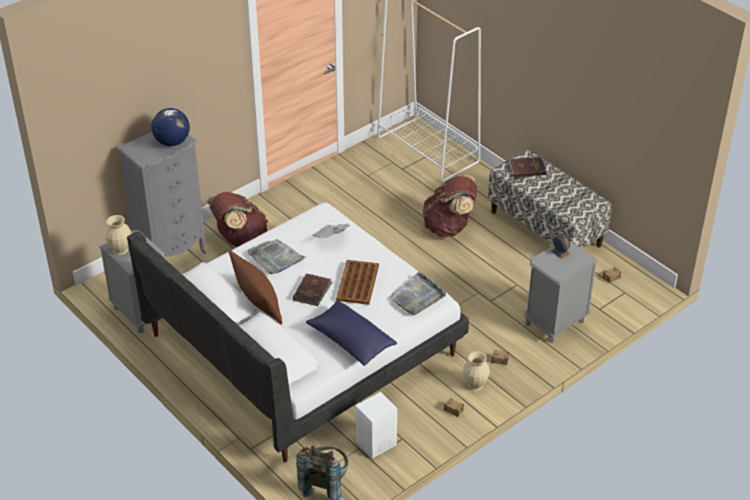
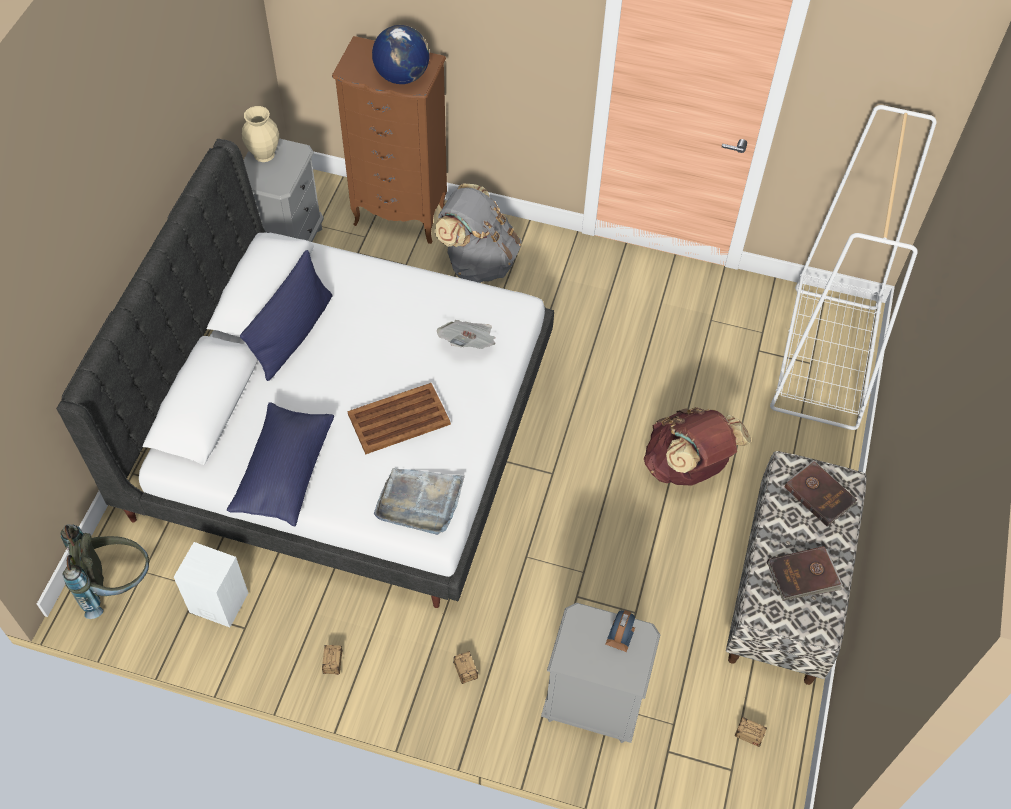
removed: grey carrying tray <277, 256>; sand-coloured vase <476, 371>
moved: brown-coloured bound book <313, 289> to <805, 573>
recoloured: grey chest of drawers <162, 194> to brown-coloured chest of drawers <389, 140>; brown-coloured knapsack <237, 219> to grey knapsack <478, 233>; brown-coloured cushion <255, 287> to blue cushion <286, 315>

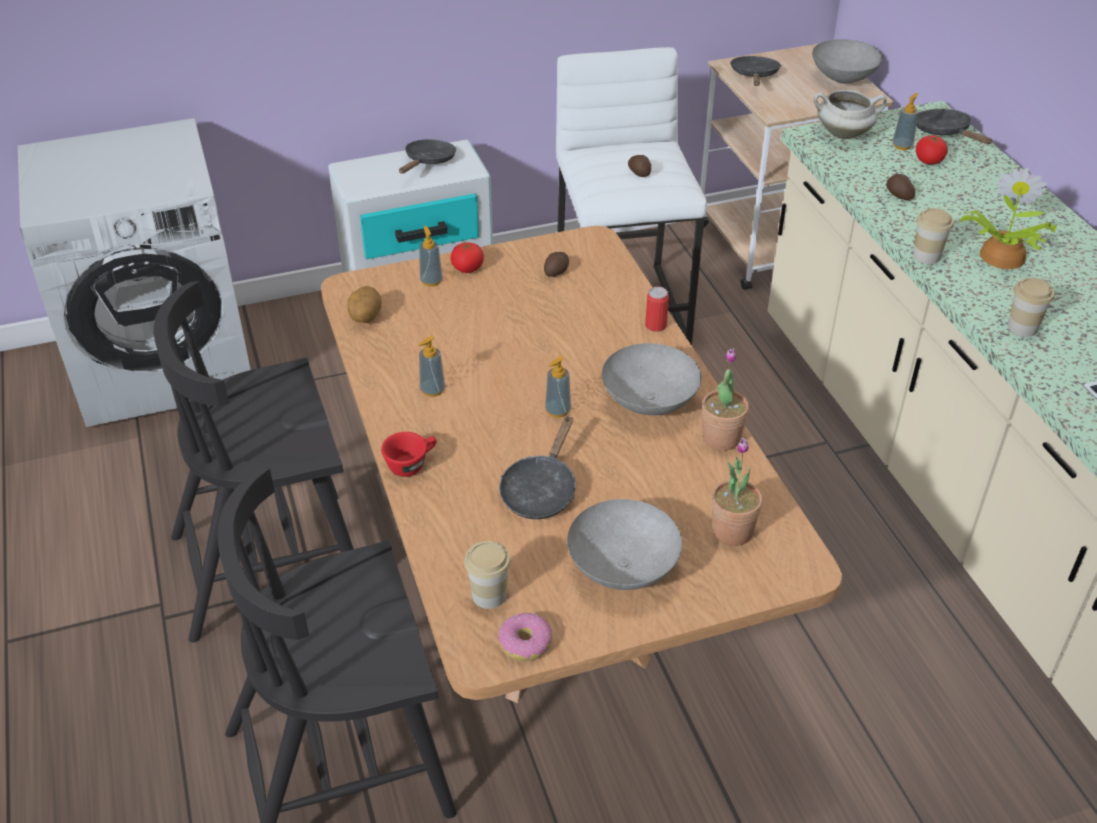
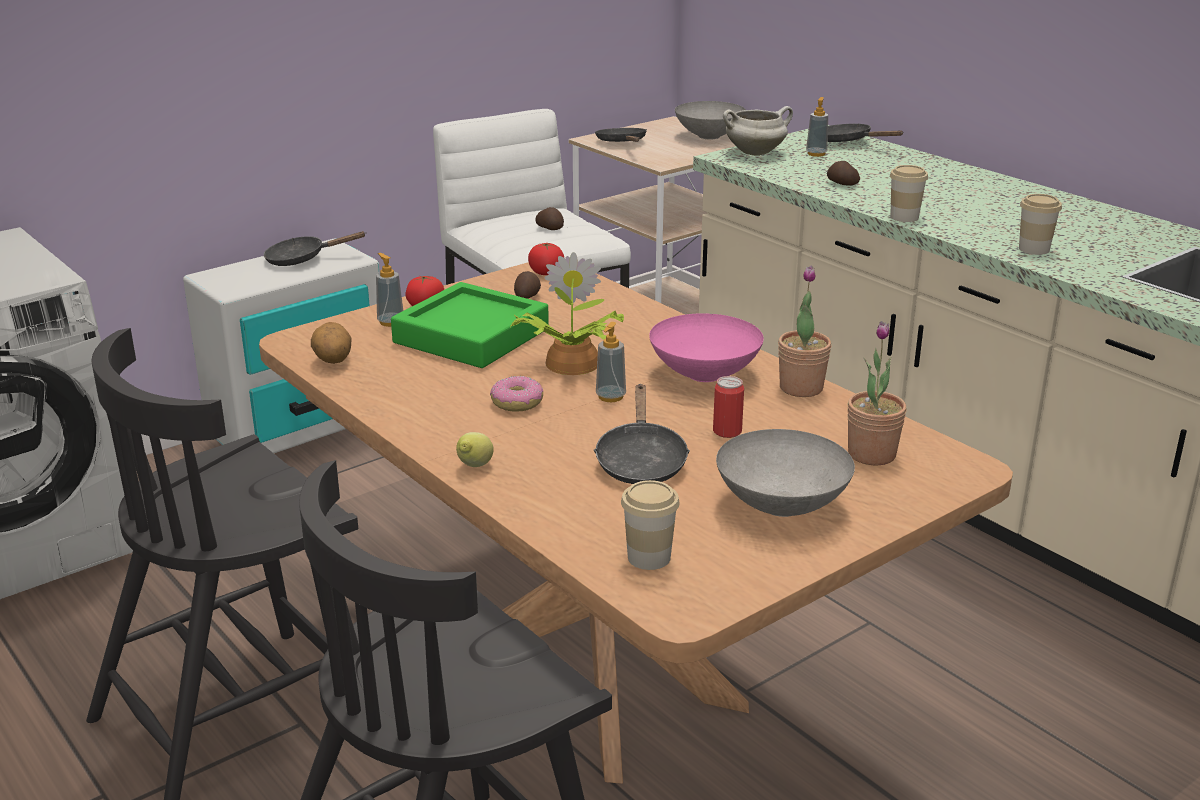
removed: soap bottle <431, 366>
added: green carrying tray <470, 325>
moved: ring doughnut <525, 637> to <516, 394>; metal can <657, 309> to <728, 407>; tomato <932, 150> to <546, 259>; potted plant <1008, 218> to <567, 313>
replaced: red-coloured drinking cup <409, 454> to whole lemon <475, 449>
recoloured: grey serving bowl <652, 379> to pink serving bowl <706, 347>
turned: black-coloured pan <427, 156> = <315, 248> 105 degrees counterclockwise

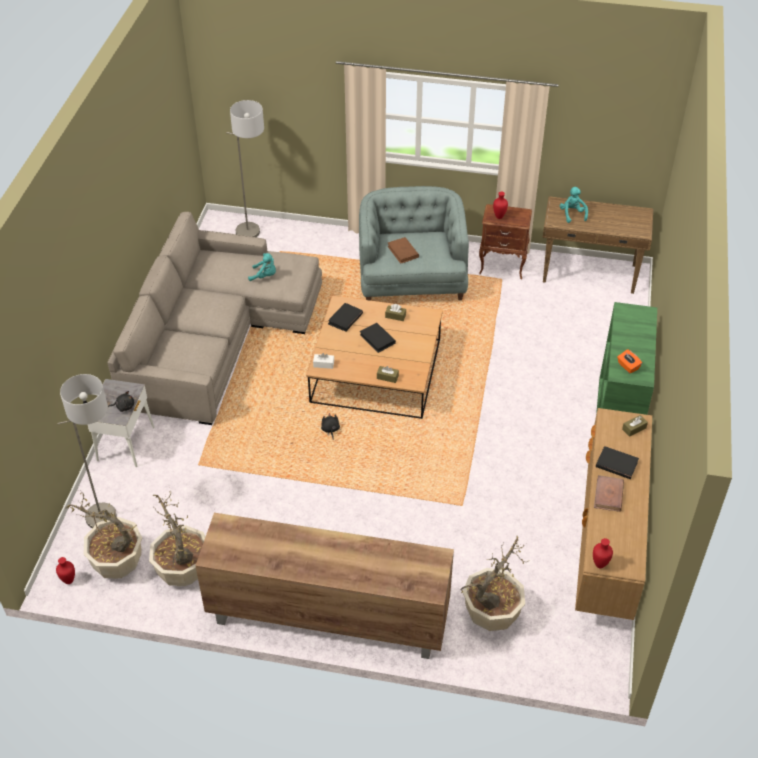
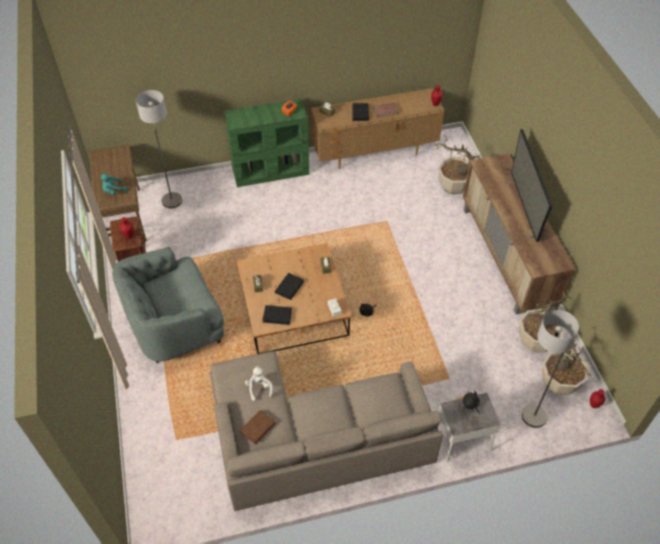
added: TV set <529, 185>
moved: grey floor lamp <245, 168> to <159, 149>; brown-coloured bound book <403, 250> to <258, 427>
recoloured: blue-green cuddly toy <262, 267> to whitish cuddly toy <259, 383>

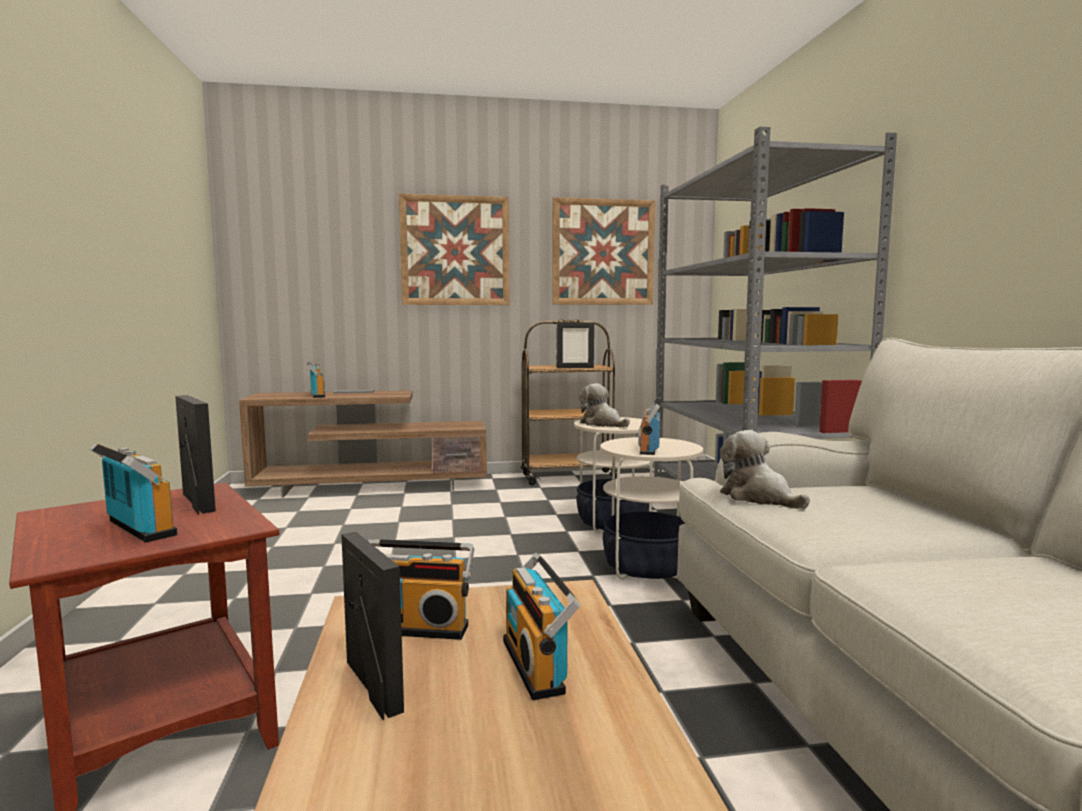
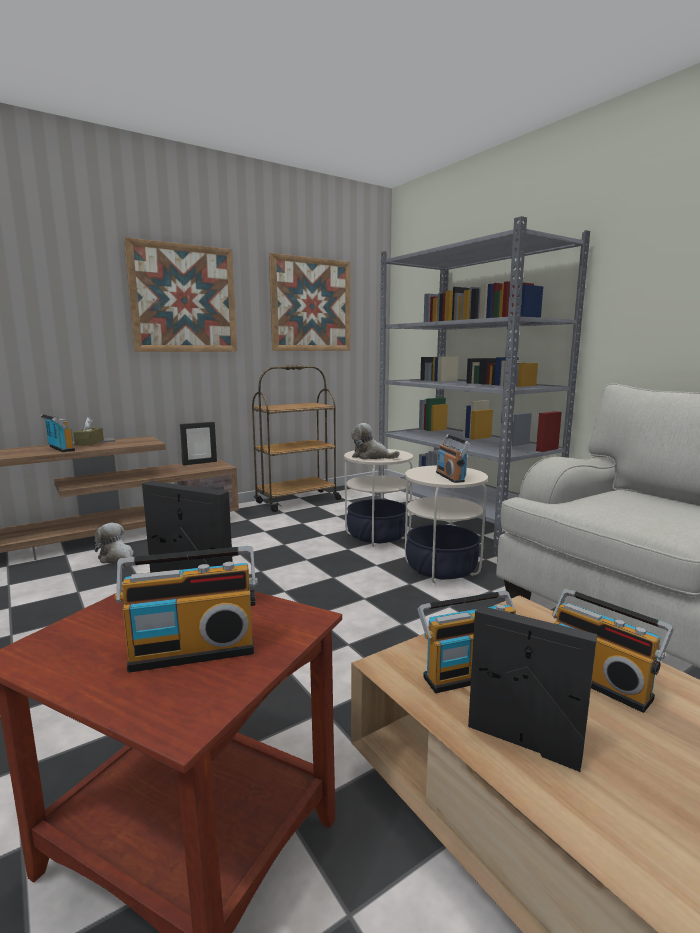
added: brown-coloured tissue box <88, 431>
moved: photo frame <575, 345> to <198, 443>; cuddly toy <765, 469> to <113, 543>
turned: radio receiver <133, 493> = <186, 609> 150 degrees clockwise

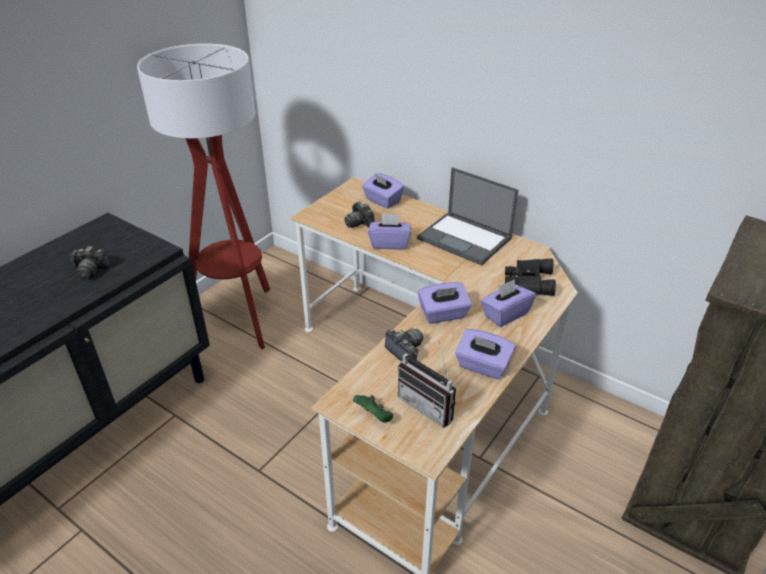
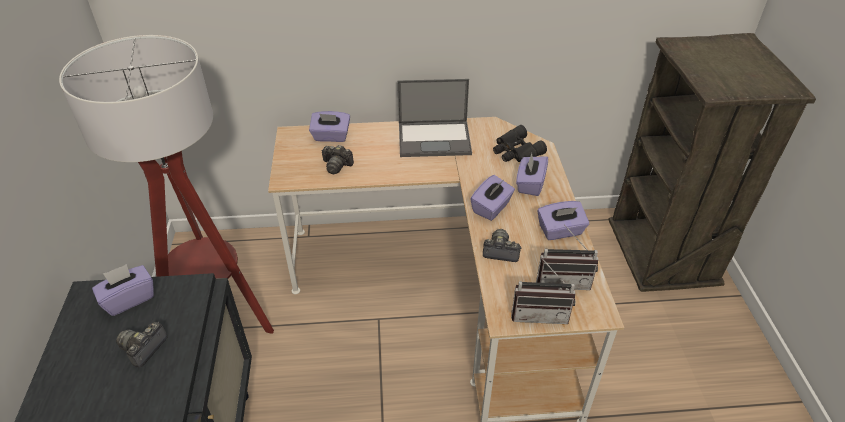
moved: purplish tissue box <389, 231> to <123, 290>
replaced: green joypad <373, 409> to radio receiver <543, 290>
turned: still camera <90, 262> = <142, 344> 150 degrees clockwise

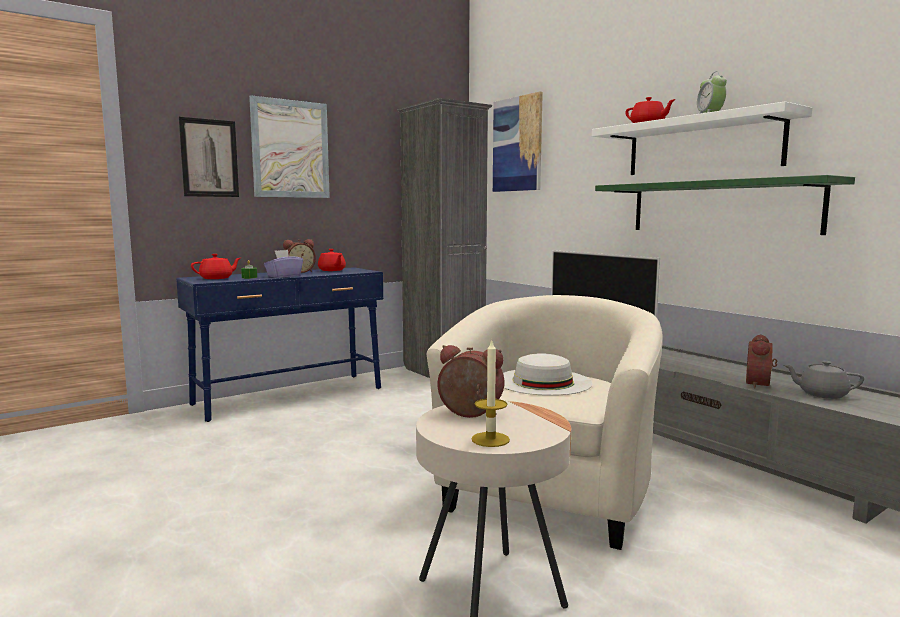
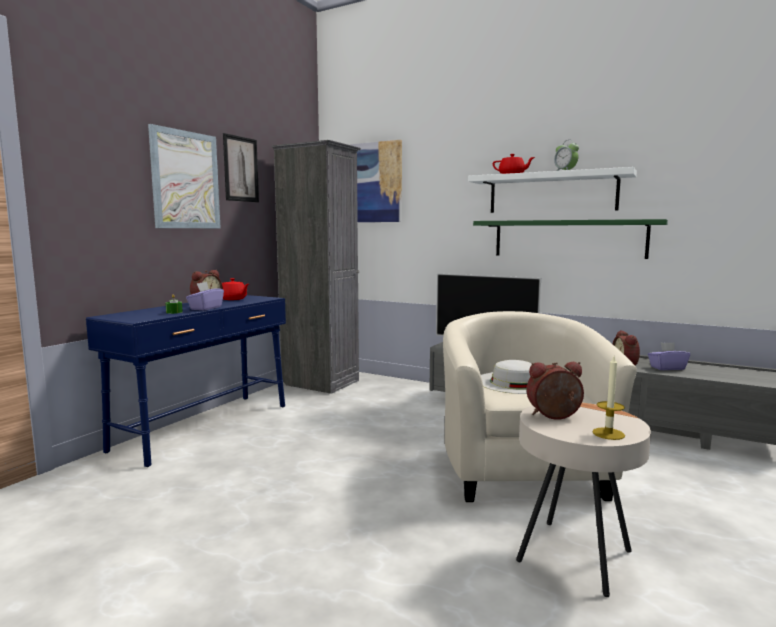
removed: red-coloured tea pot <216, 266>
moved: wall art <209, 157> to <241, 167>
replaced: grey tea pot <824, 380> to purplish tissue box <669, 356>

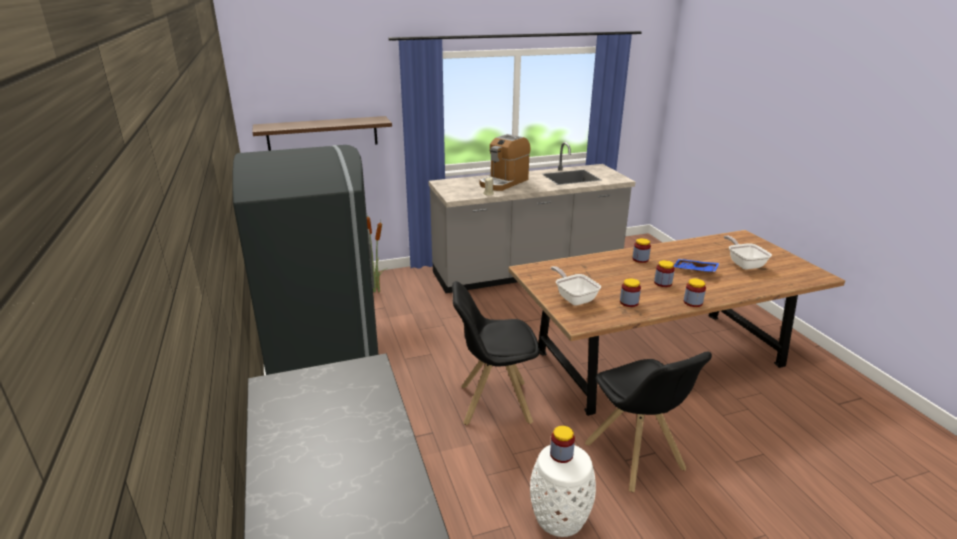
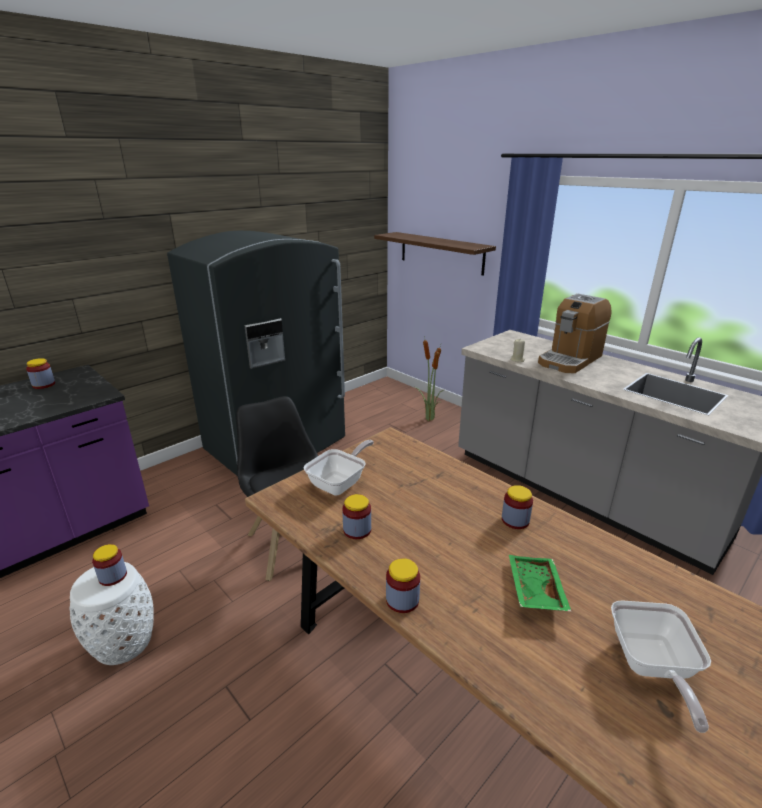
removed: black-coloured chair <648, 422>
moved: preserve jar <664, 273> to <40, 373>
recoloured: blue carrying tray <697, 265> to green carrying tray <540, 583>
turned: coffee maker <505, 162> = <574, 333> 60 degrees counterclockwise; pan <748, 252> = <661, 667> 135 degrees clockwise

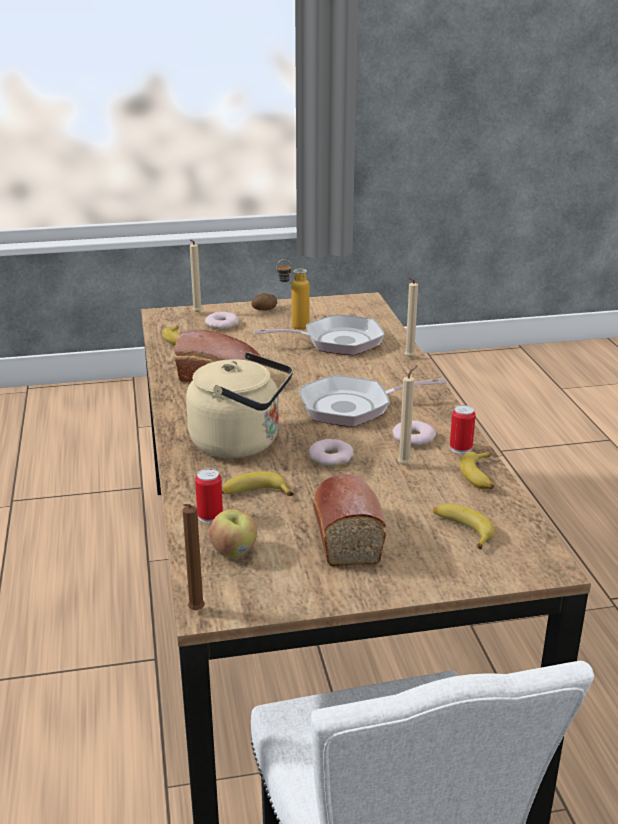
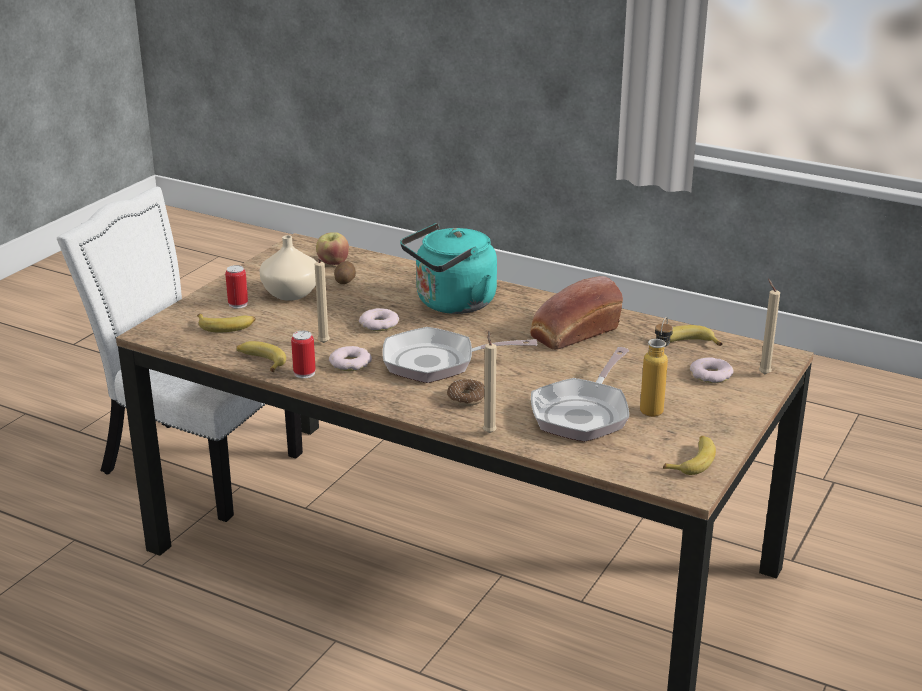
removed: brown-coloured wax light <194, 557>
added: ring doughnut <466, 392>
moved: metal can <209, 495> to <236, 286>; banana <258, 484> to <689, 455>; spud <264, 302> to <345, 272>
replaced: baked bread <349, 520> to sand-coloured vase <287, 268>
recoloured: sand-coloured kettle <239, 405> to blue-green kettle <448, 268>
turned: pan <373, 401> = <459, 355> 120 degrees counterclockwise

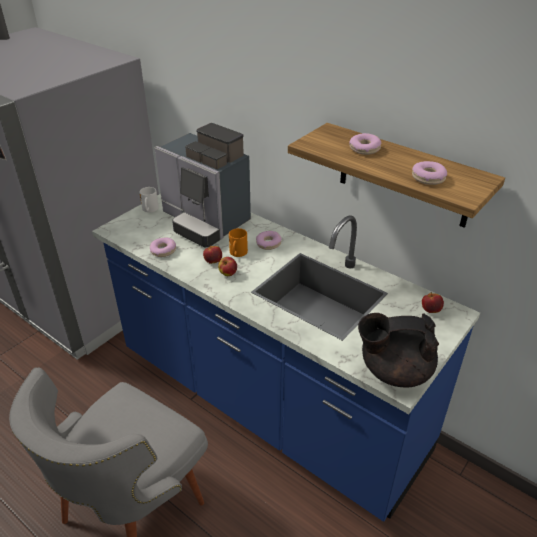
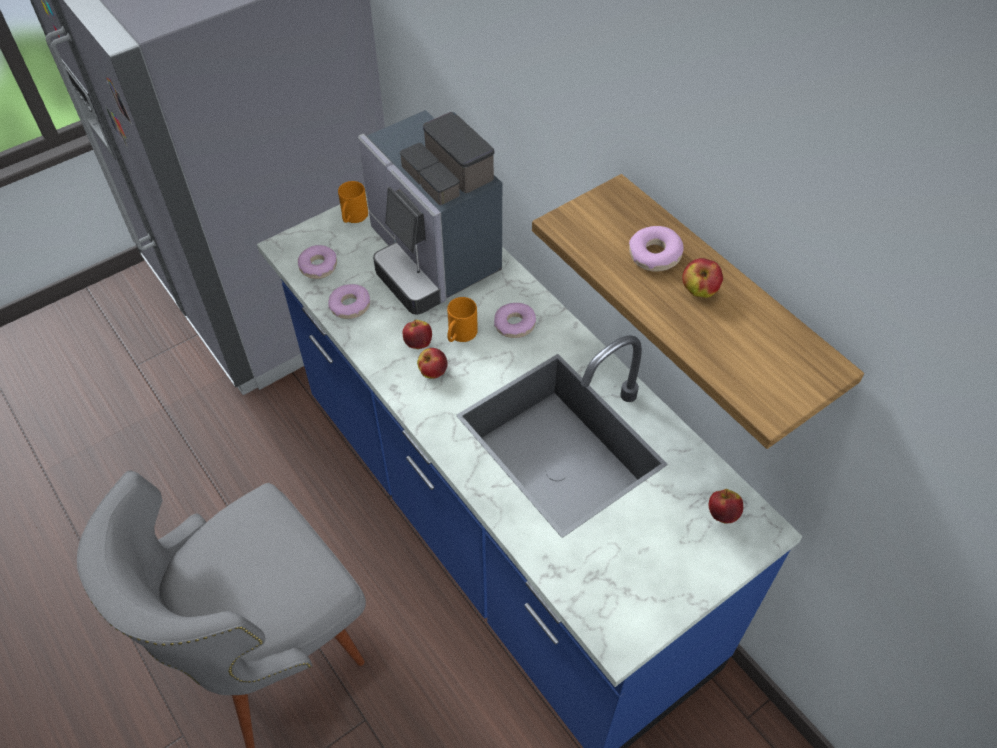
removed: black-coloured tea pot <398, 350>
added: apple <702, 278>
moved: ring doughnut <429, 173> to <317, 262>
recoloured: whitish tea mug <149, 200> to orange-coloured tea mug <353, 202>

